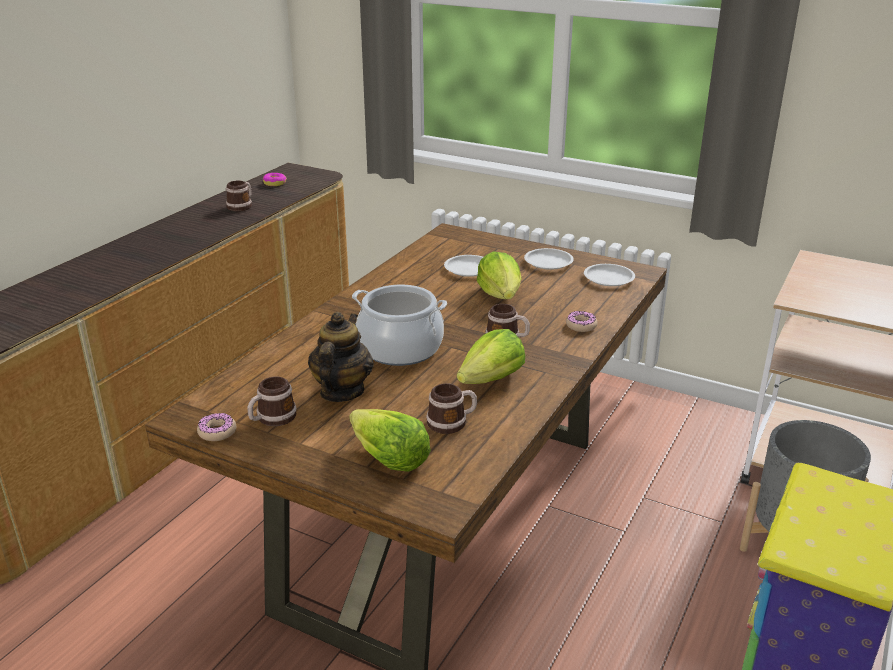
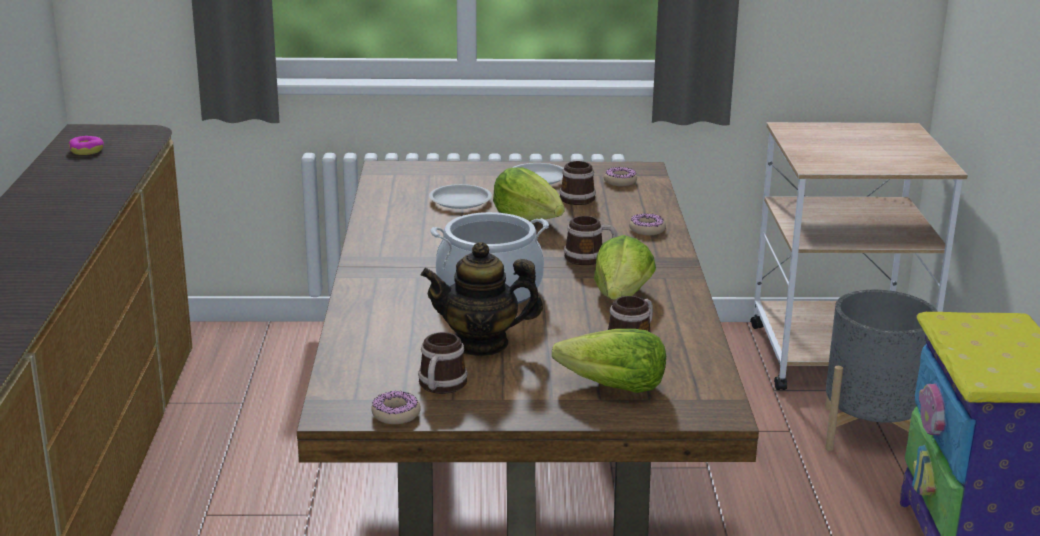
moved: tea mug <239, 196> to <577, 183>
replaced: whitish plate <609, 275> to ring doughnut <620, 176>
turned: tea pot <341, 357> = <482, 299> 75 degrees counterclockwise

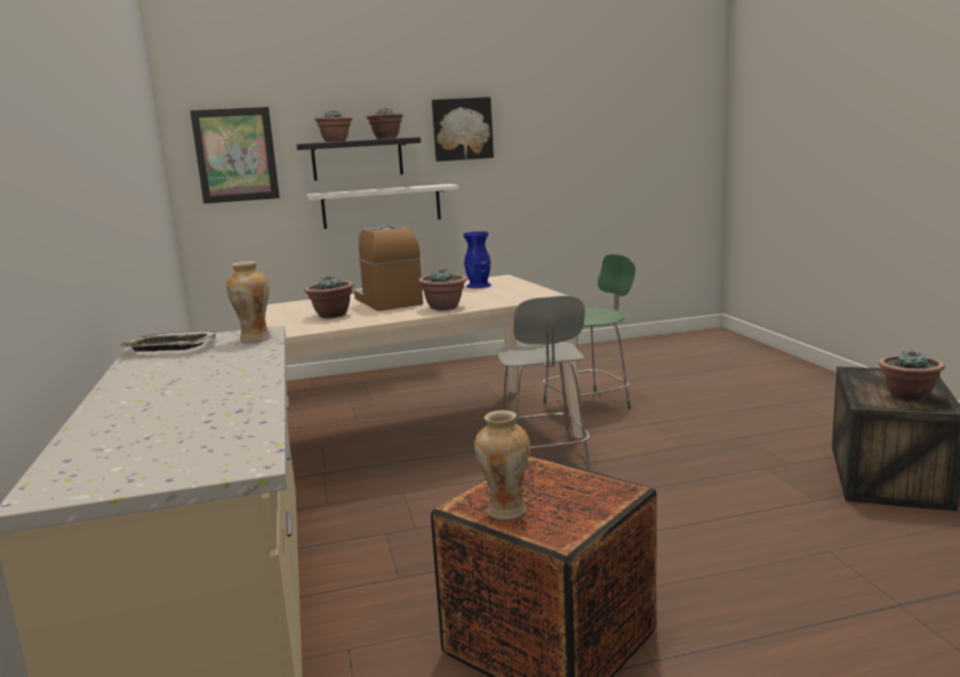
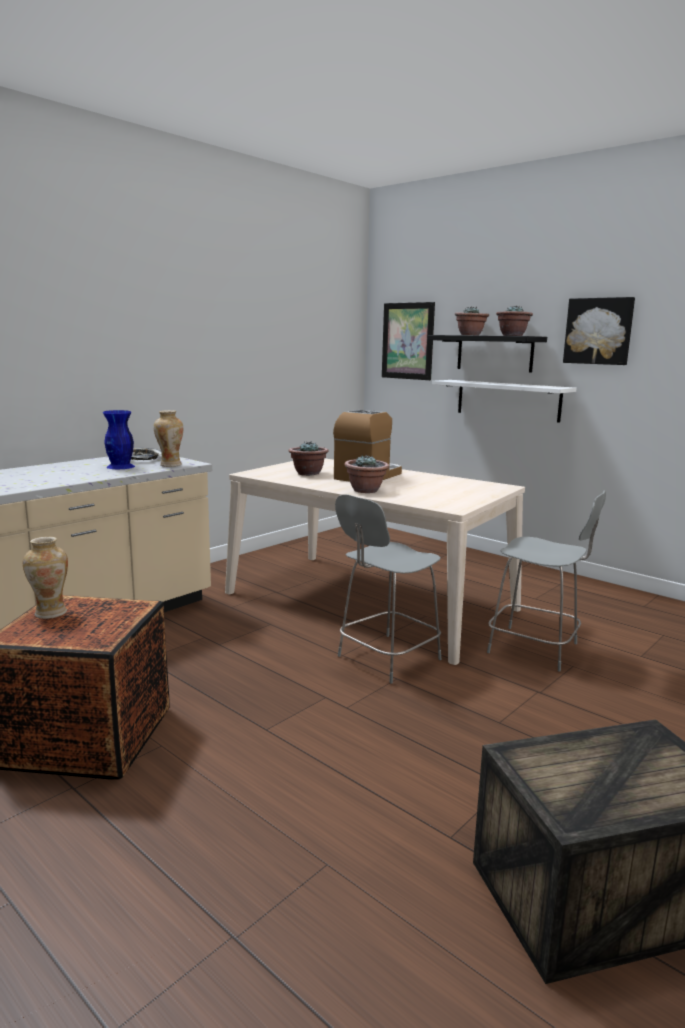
removed: potted plant <911, 375>
moved: blue vase <477, 259> to <119, 439>
recoloured: green chair <589, 331> to grey chair <546, 581>

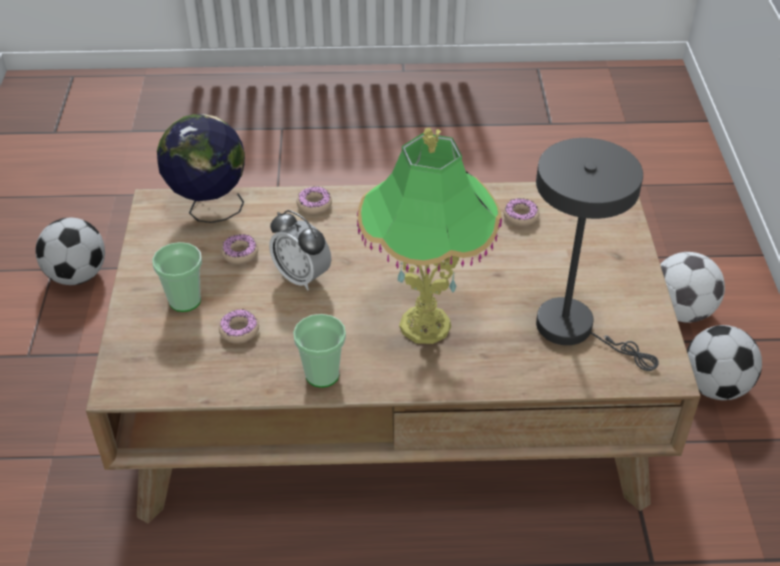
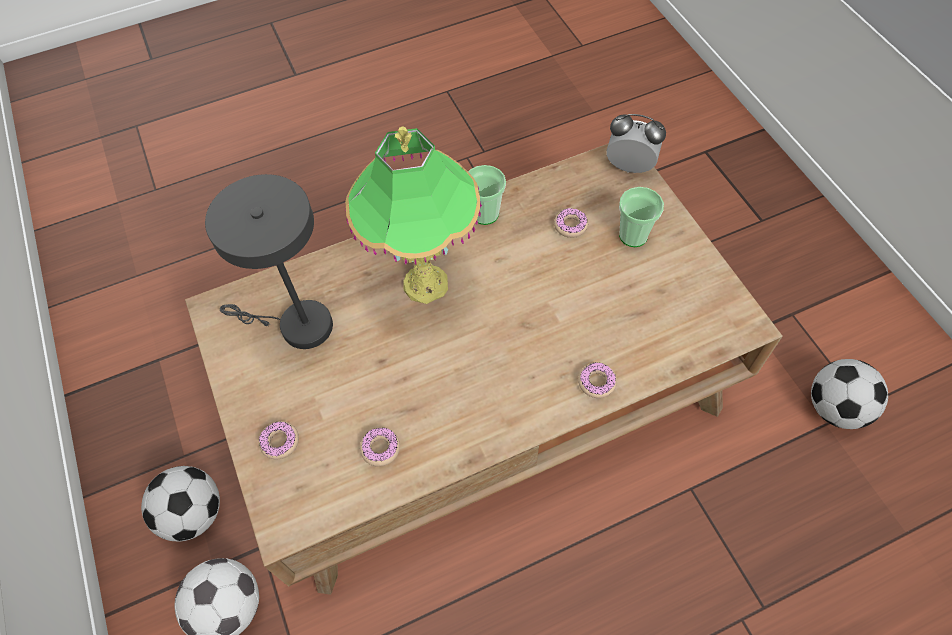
removed: world globe <201, 168>
moved: ring doughnut <239, 249> to <279, 440>; alarm clock <300, 250> to <636, 143>

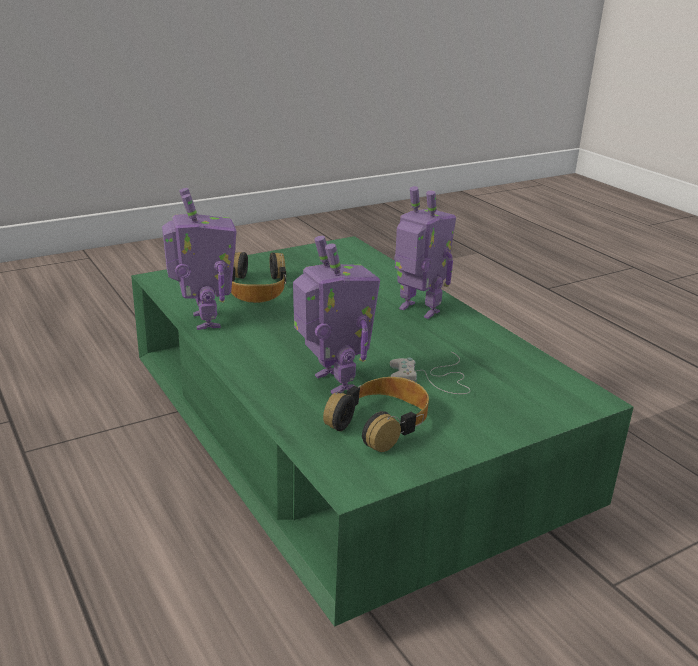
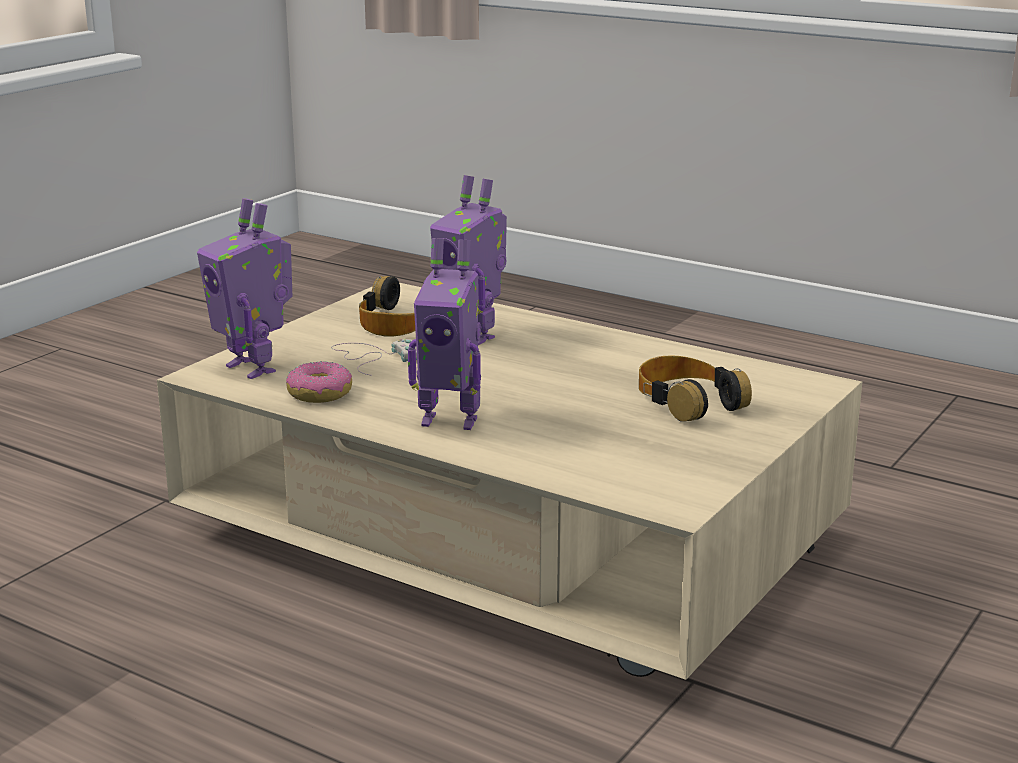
added: ring doughnut <319, 382>
moved: model robot <199, 259> to <244, 288>
recoloured: green coffee table <382, 431> to sand-coloured coffee table <509, 481>

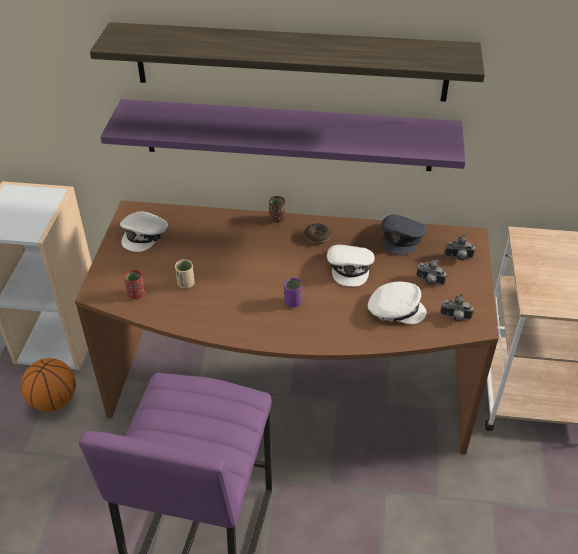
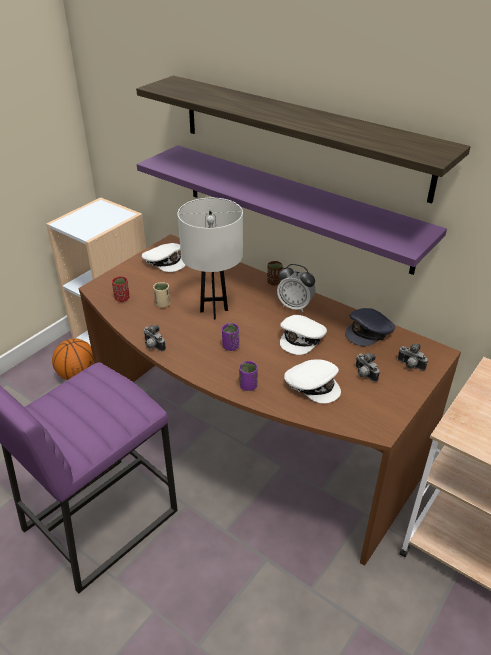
added: whitish lamp for a table <210, 259>; purplish drinking cup <248, 376>
moved: still camera <457, 308> to <155, 338>
replaced: ring doughnut <317, 233> to alarm clock <296, 288>
turned: whitish peaked cap <144, 231> = <163, 257> 105 degrees counterclockwise

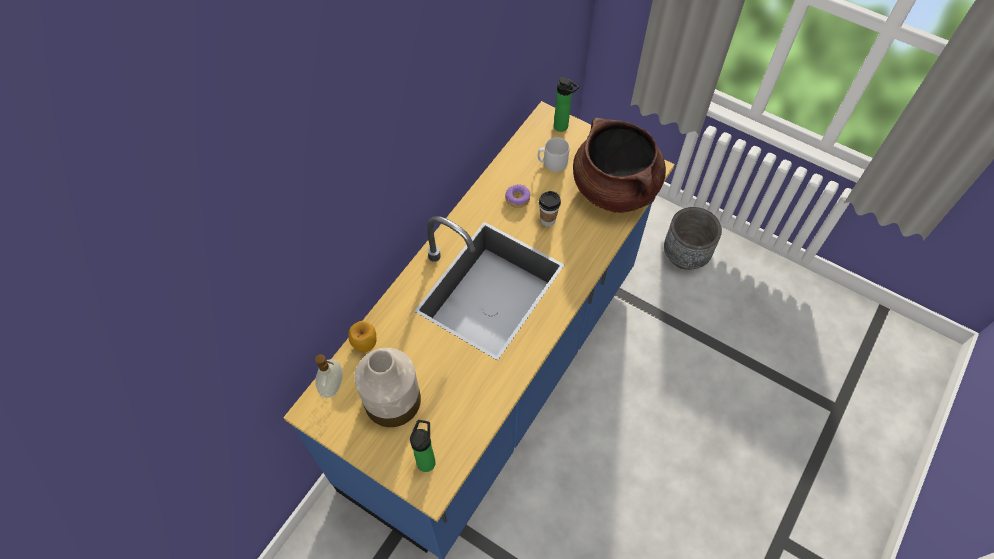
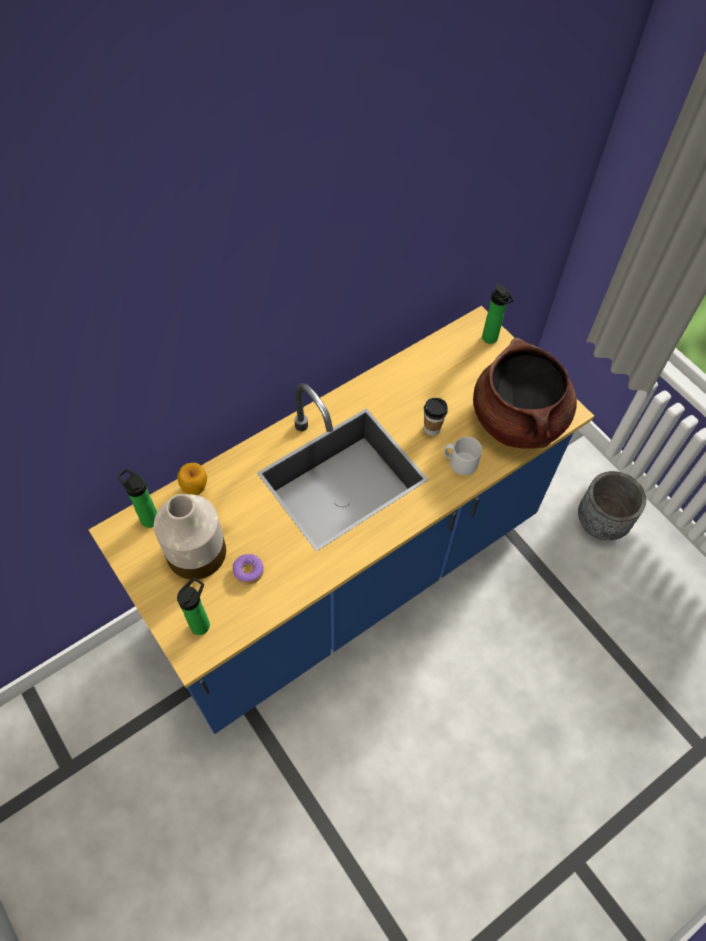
moved: ring doughnut <518, 196> to <248, 569>; grey tea mug <554, 154> to <463, 456>
replaced: soap bottle <329, 376> to drink bottle <137, 498>

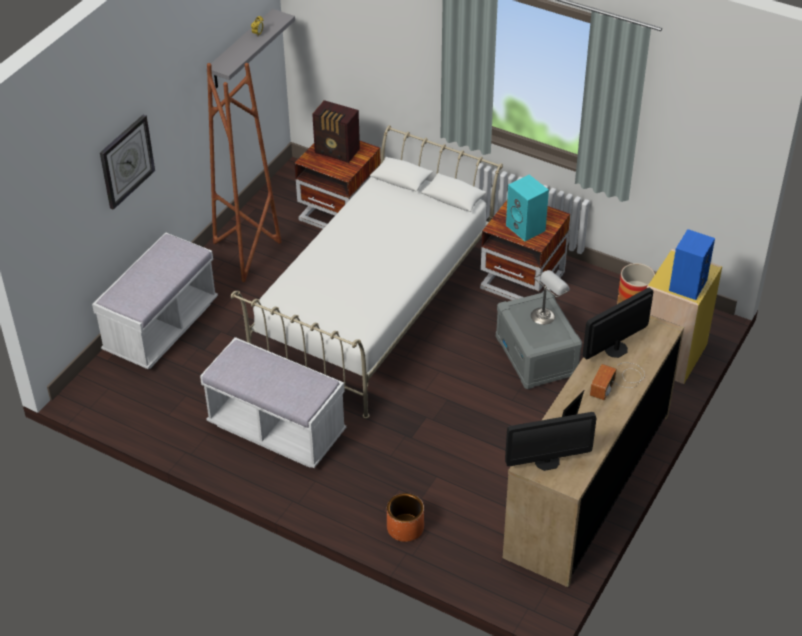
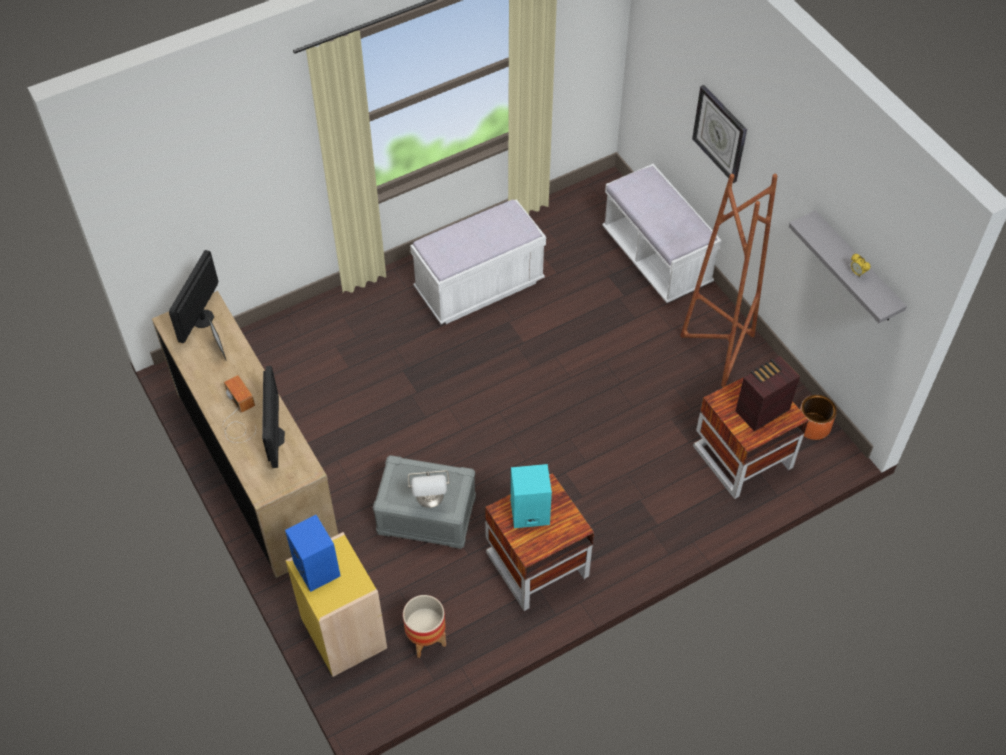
removed: whitish bed <367, 272>
moved: orange-coloured planter <405, 517> to <818, 417>

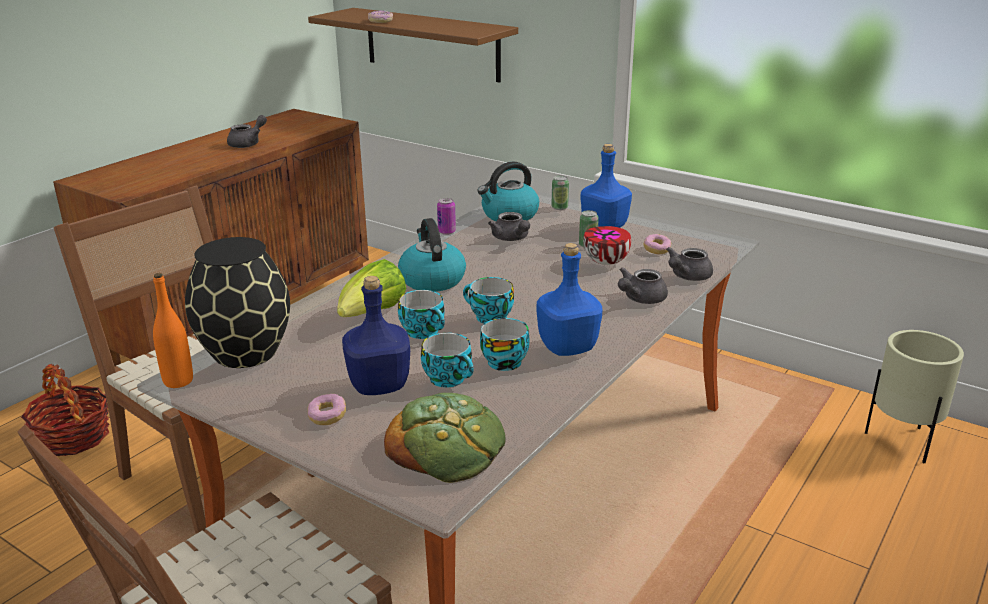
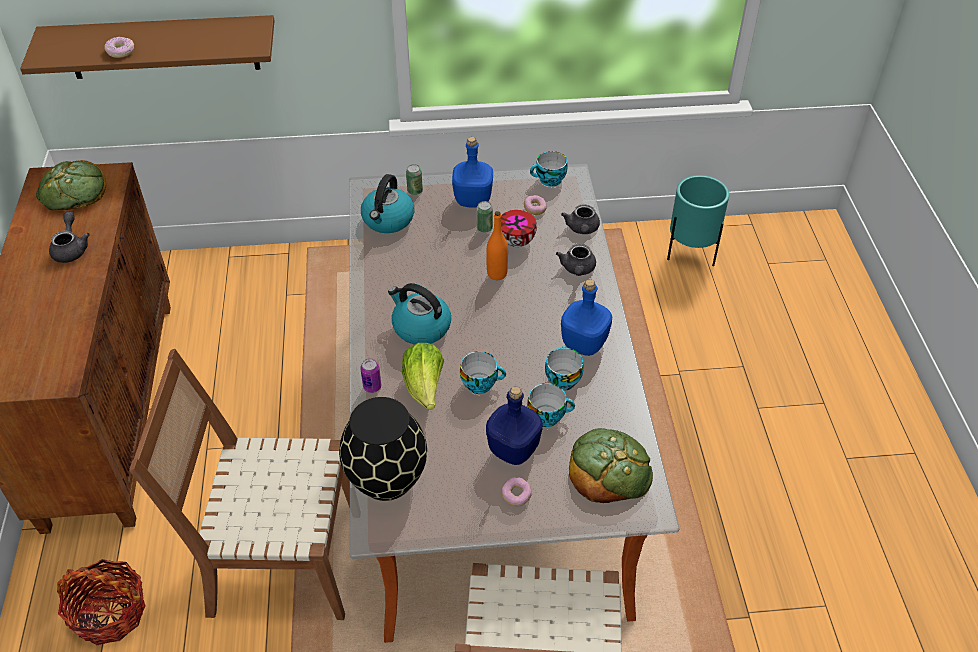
removed: grey tea pot <509, 226>
added: baked bread <71, 185>
moved: orange-coloured drink bottle <173, 330> to <497, 245>; metal can <446, 216> to <370, 375>; drinking cup <488, 300> to <549, 169>
recoloured: sand-coloured planter <914, 396> to blue-green planter <698, 221>

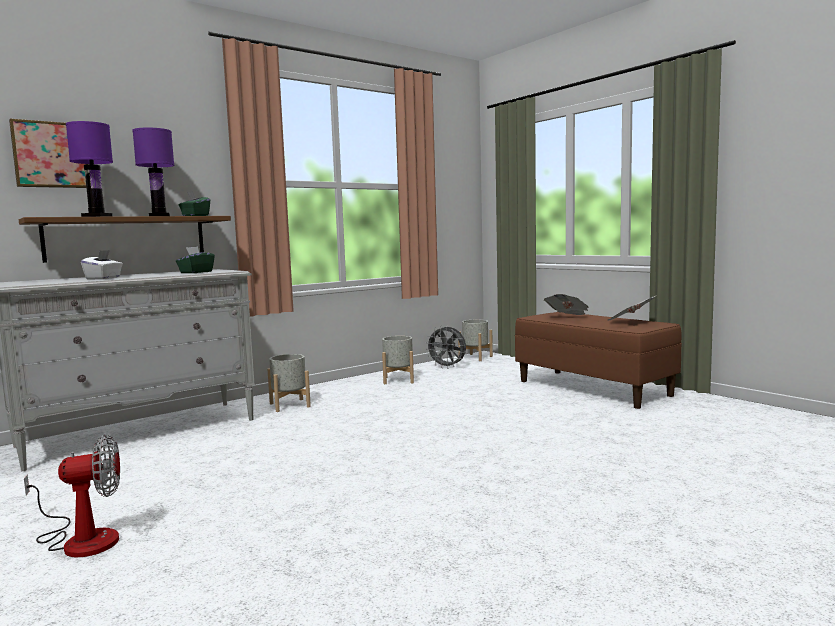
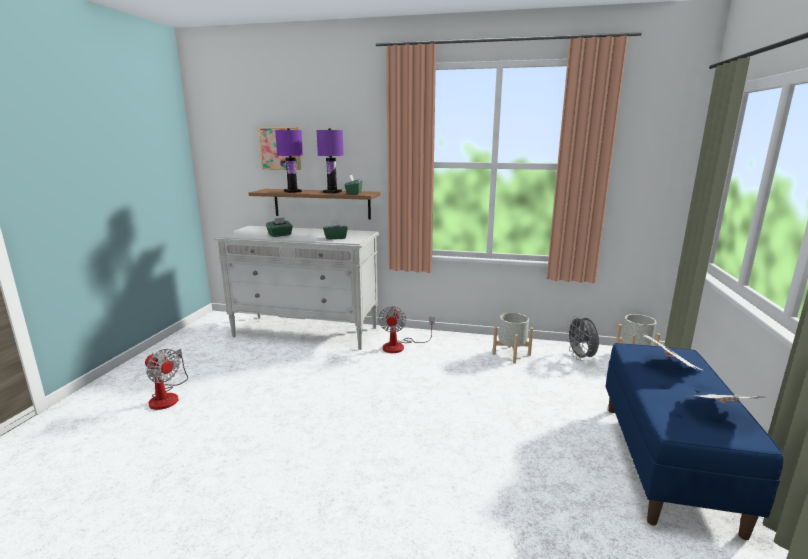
replaced: grey planter <289, 383> to fan <406, 329>
recoloured: whitish tissue box <102, 264> to green tissue box <279, 227>; brown-coloured long seat <598, 360> to blue long seat <694, 441>

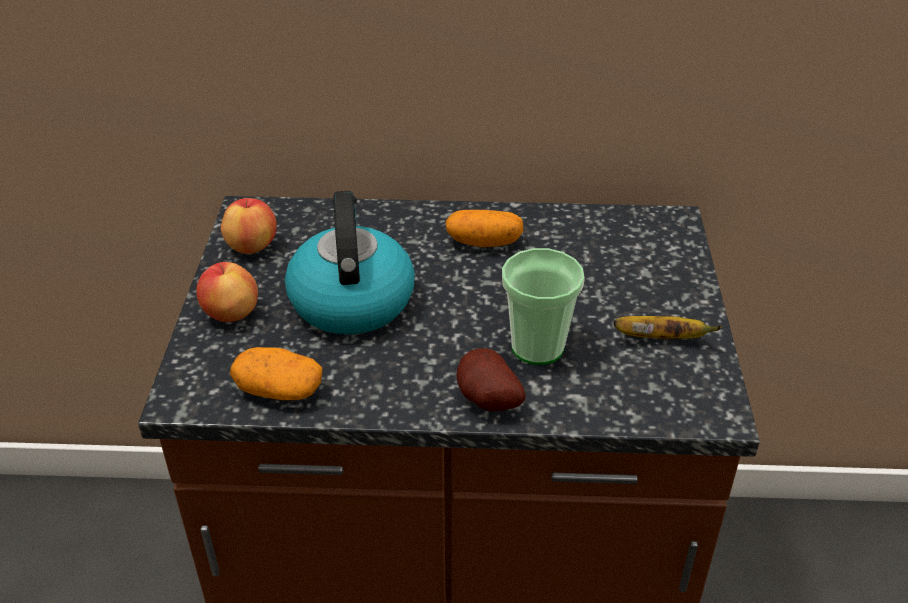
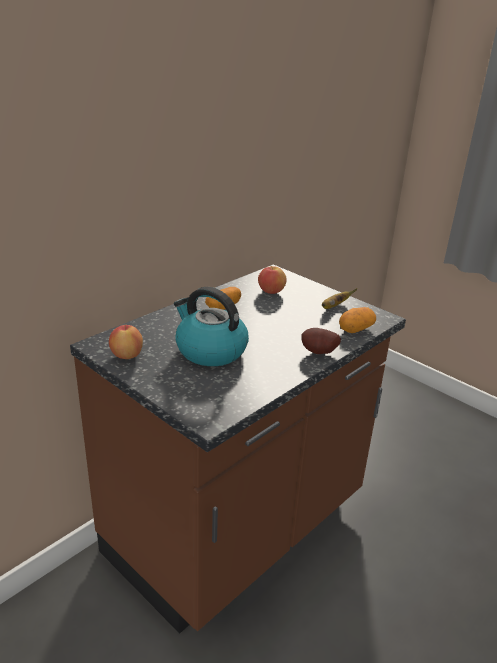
removed: drinking cup <543, 306>
moved: apple <227, 292> to <272, 280>; spud <276, 373> to <357, 320>

